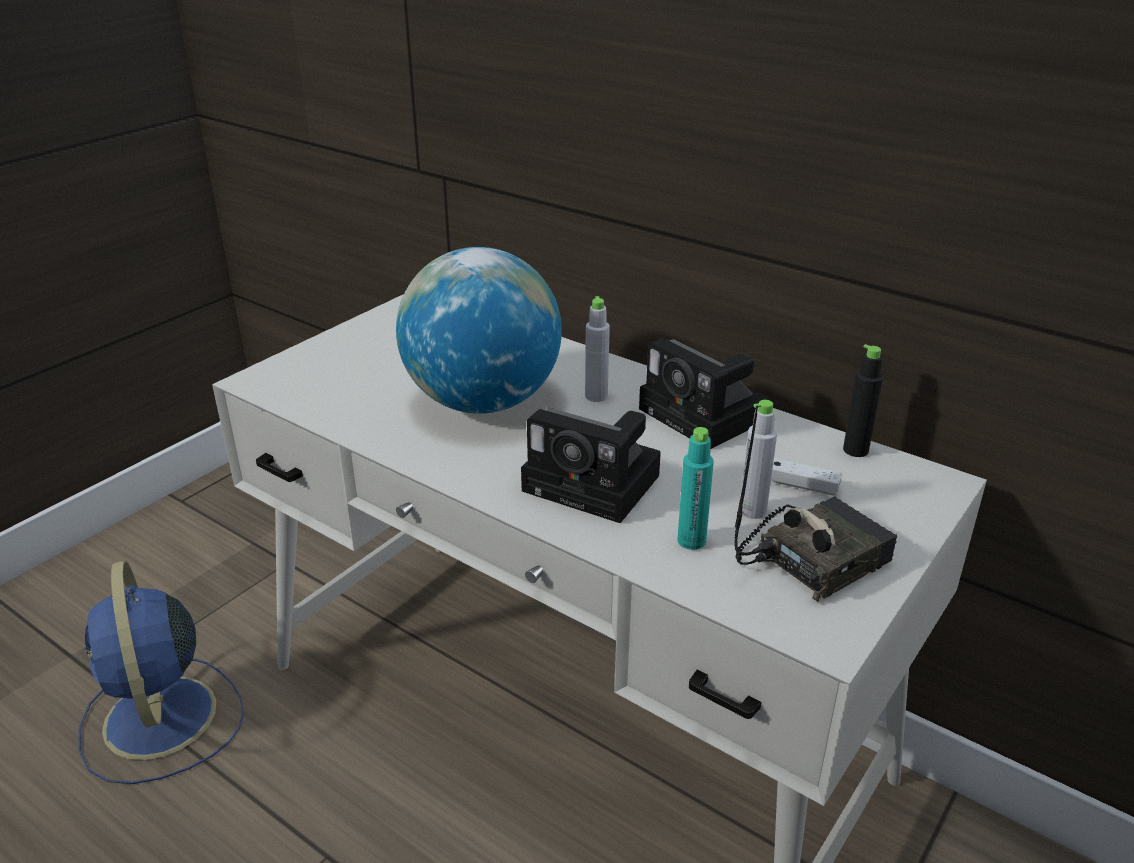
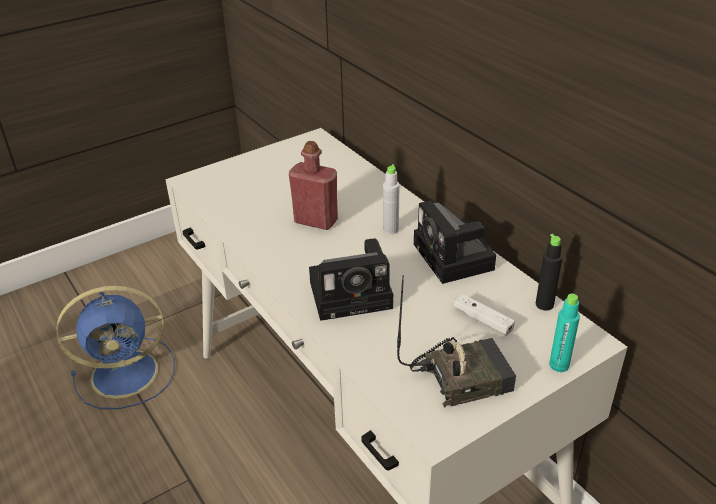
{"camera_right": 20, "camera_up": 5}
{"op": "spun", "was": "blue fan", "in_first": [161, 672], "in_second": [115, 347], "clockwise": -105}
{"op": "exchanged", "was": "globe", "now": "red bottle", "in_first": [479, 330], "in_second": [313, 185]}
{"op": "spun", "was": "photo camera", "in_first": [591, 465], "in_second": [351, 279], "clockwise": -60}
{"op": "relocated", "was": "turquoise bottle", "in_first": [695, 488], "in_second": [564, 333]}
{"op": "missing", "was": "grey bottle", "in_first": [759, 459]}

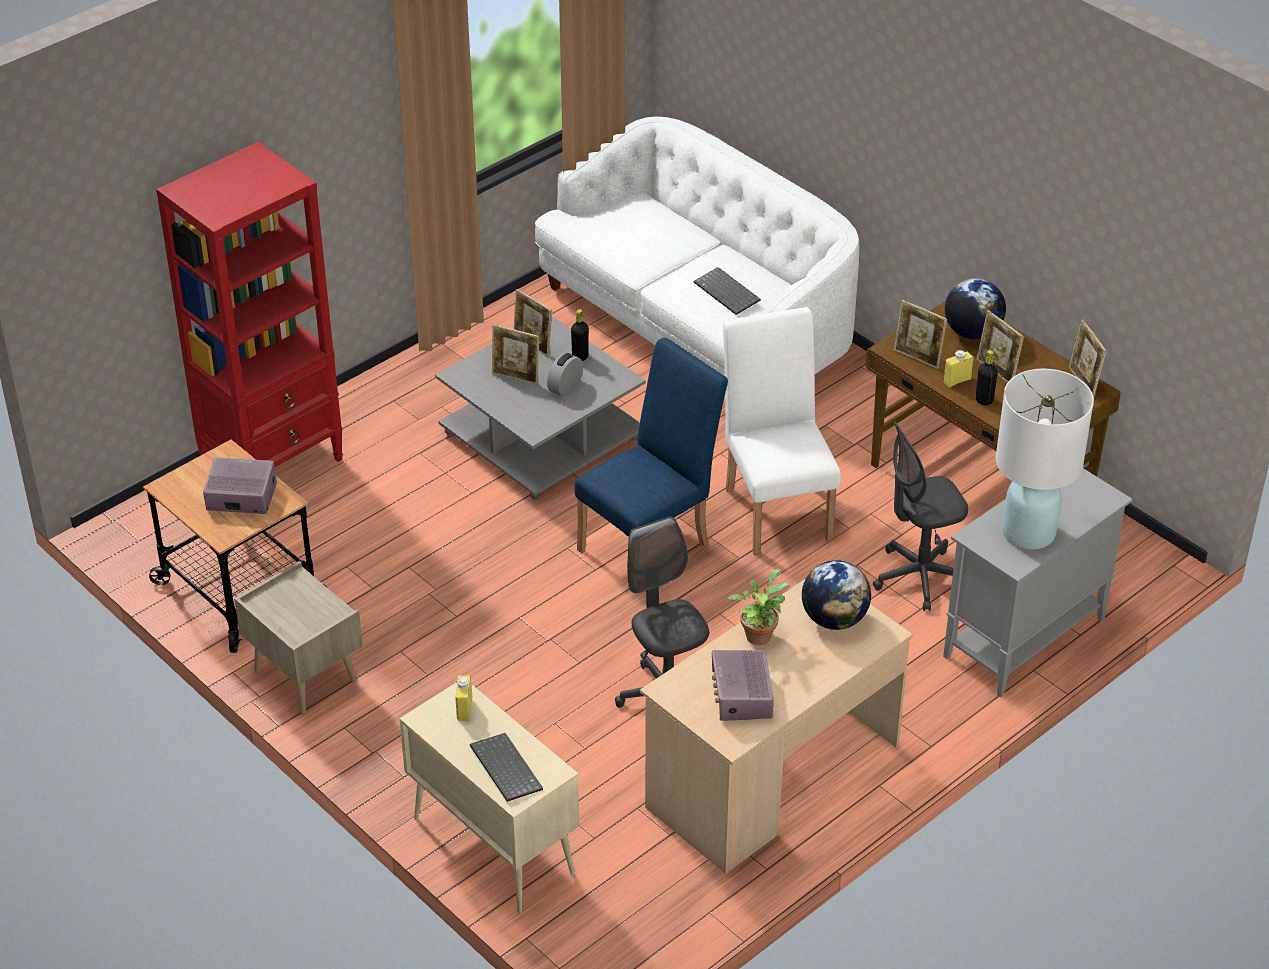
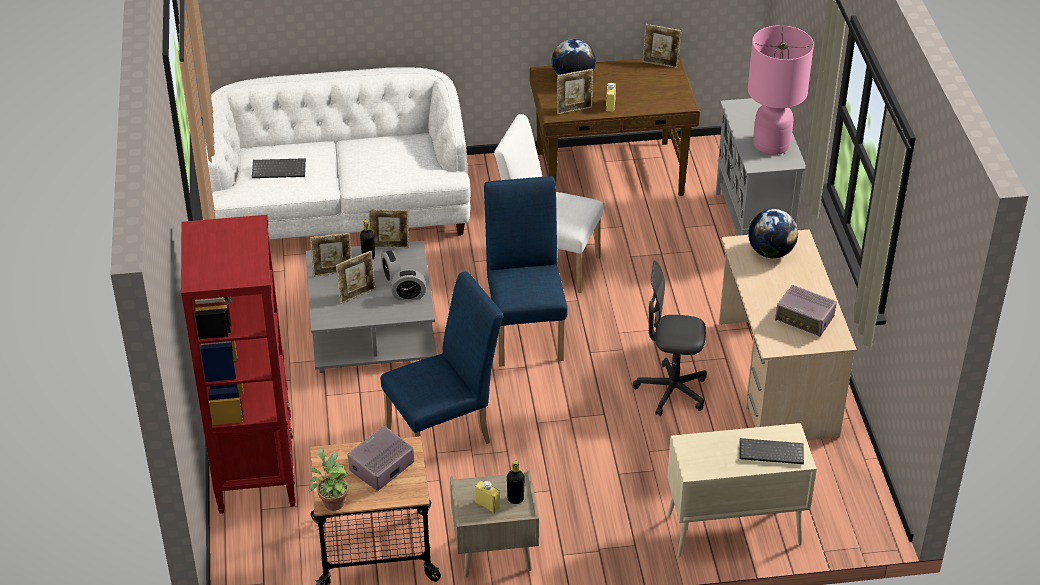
{"camera_right": -55, "camera_up": 0}
{"op": "relocated", "was": "yellow bottle", "in_first": [463, 698], "in_second": [487, 497]}
{"op": "relocated", "was": "keyboard", "in_first": [727, 291], "in_second": [279, 168]}
{"op": "relocated", "was": "potted plant", "in_first": [758, 607], "in_second": [329, 479]}
{"op": "missing", "was": "grey office chair", "in_first": [920, 516]}
{"op": "relocated", "was": "black bottle", "in_first": [987, 377], "in_second": [516, 482]}
{"op": "relocated", "was": "picture frame", "in_first": [1000, 346], "in_second": [389, 228]}
{"op": "colour", "was": "white table lamp", "now": "pink table lamp", "in_first": [1045, 459], "in_second": [780, 90]}
{"op": "appeared", "now": "blue chair", "in_second": [442, 358]}
{"op": "appeared", "now": "alarm clock", "in_second": [408, 285]}

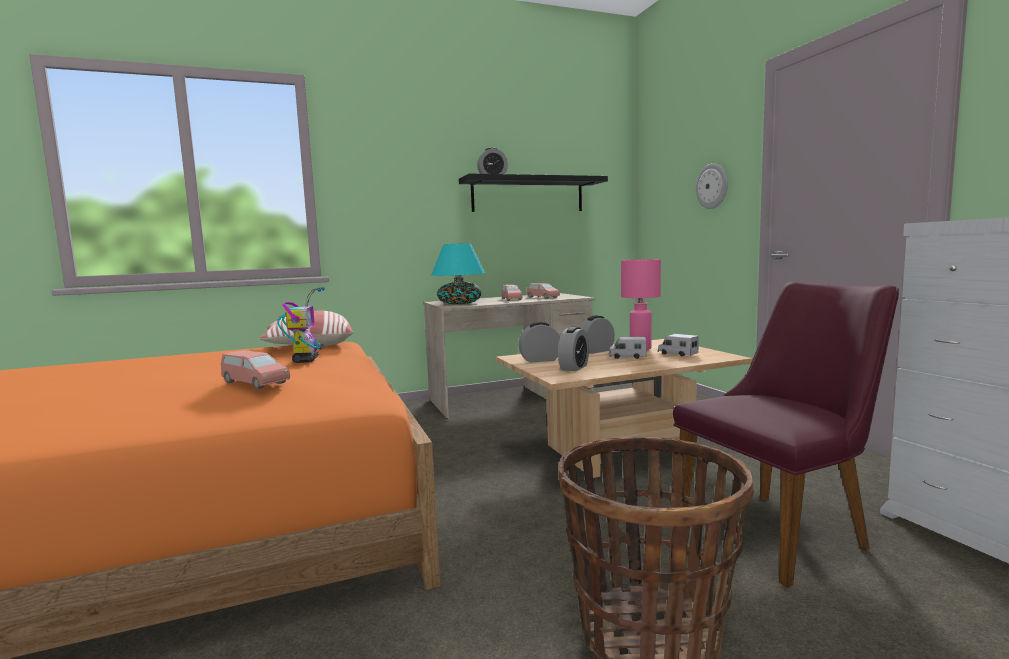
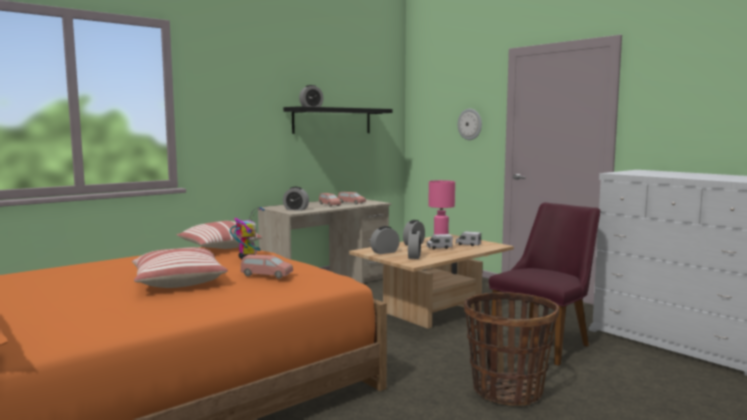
{"camera_right": -20, "camera_up": 0}
{"op": "exchanged", "was": "turquoise table lamp", "now": "alarm clock", "in_first": [458, 273], "in_second": [296, 199]}
{"op": "appeared", "now": "pillow", "in_second": [180, 267]}

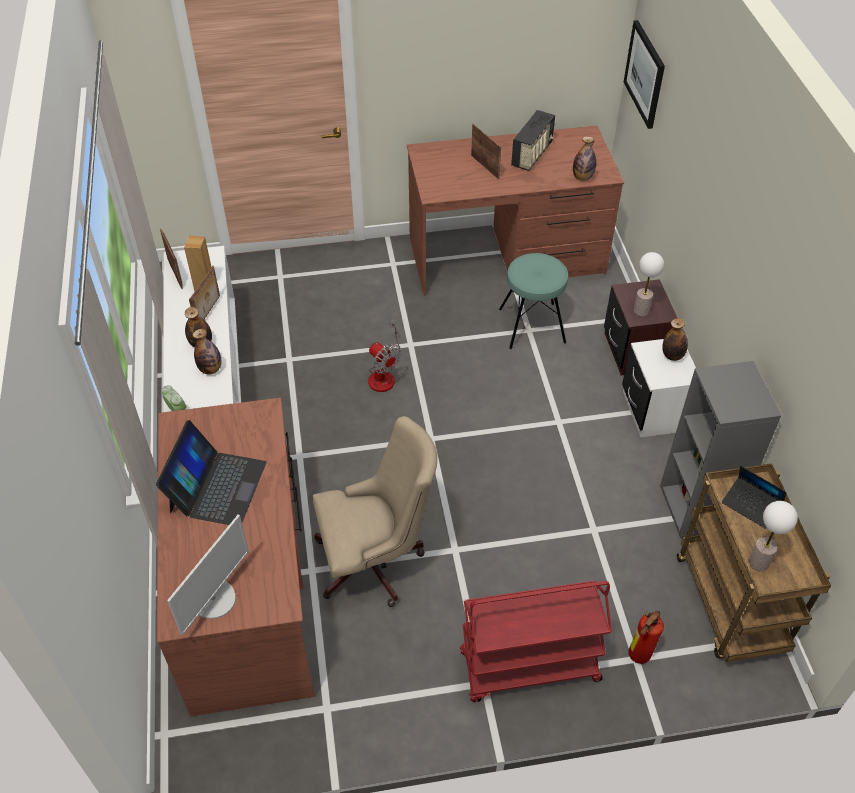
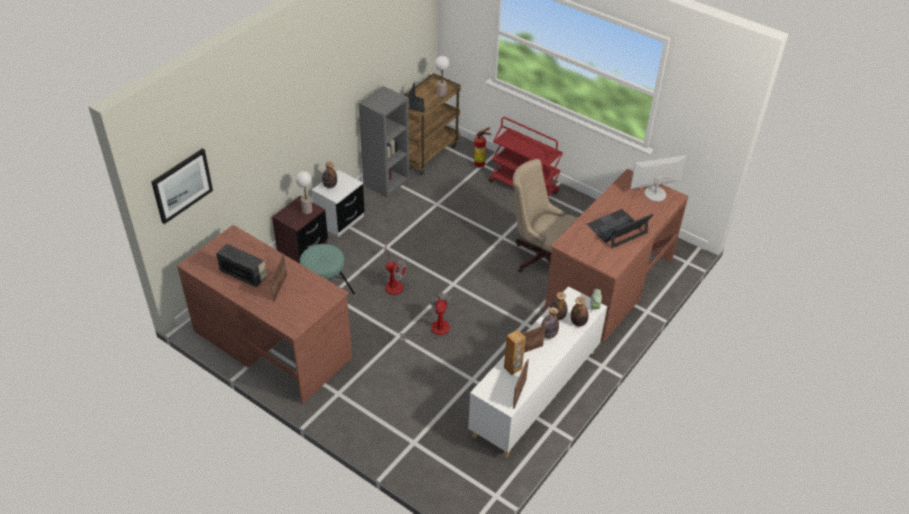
{"camera_right": -135, "camera_up": -5}
{"op": "spun", "was": "radio", "in_first": [533, 140], "in_second": [241, 266], "clockwise": 45}
{"op": "relocated", "was": "bottle", "in_first": [584, 158], "in_second": [580, 312]}
{"op": "appeared", "now": "fan", "in_second": [394, 270]}

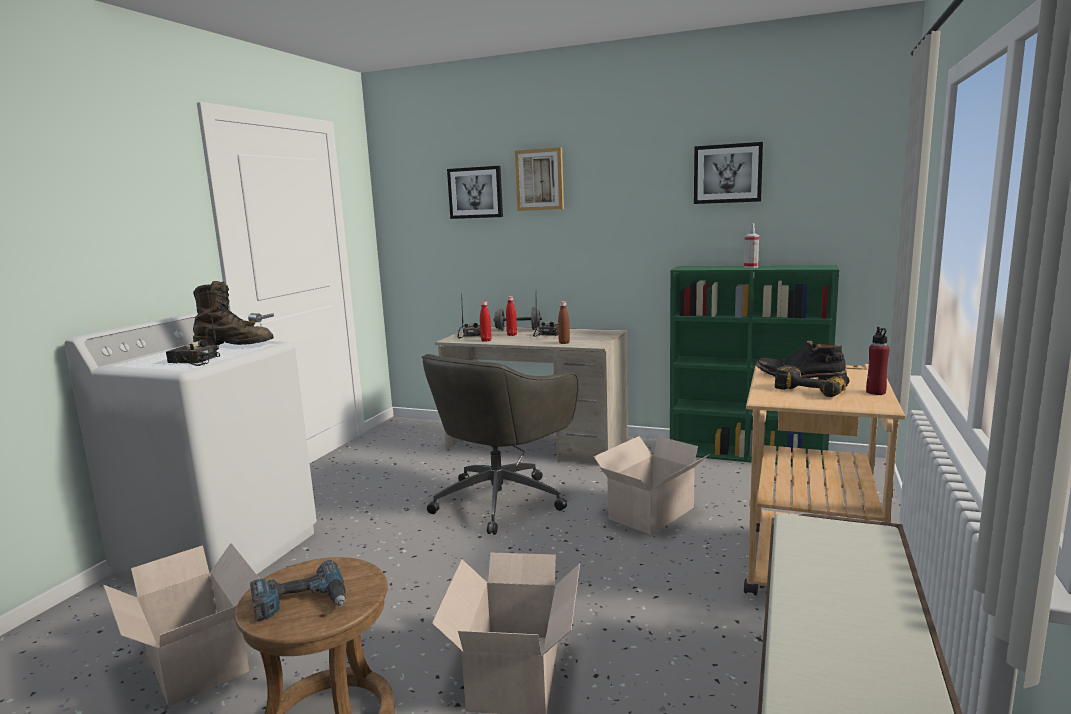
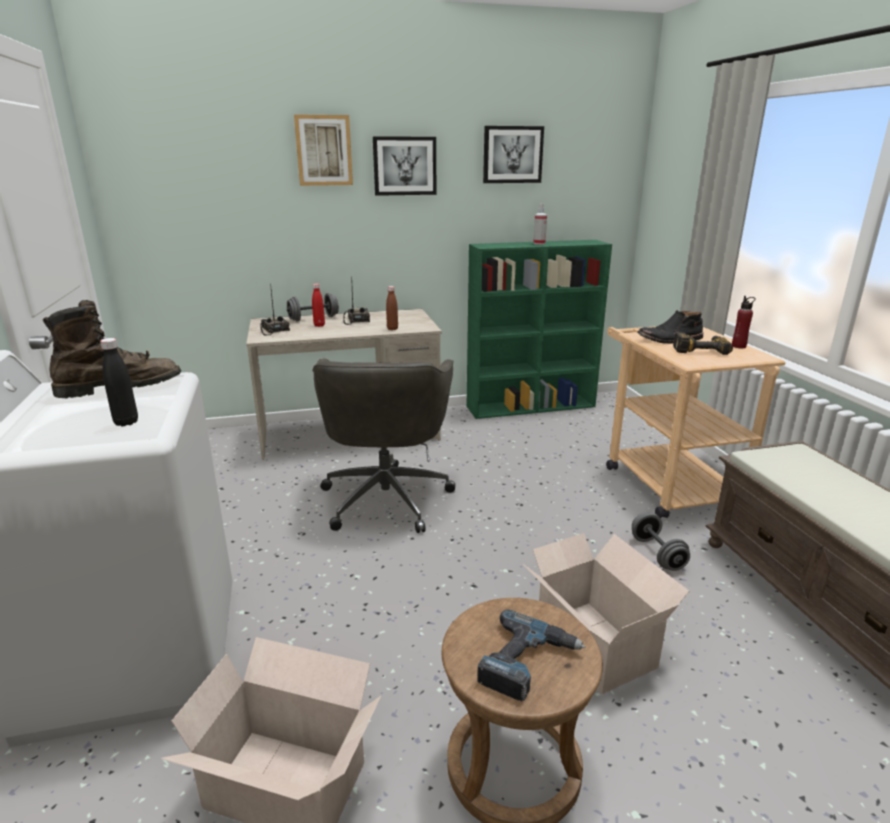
{"camera_right": -35, "camera_up": 10}
{"op": "exchanged", "was": "radio", "now": "black bottle", "in_first": [193, 328], "in_second": [119, 382]}
{"op": "relocated", "was": "picture", "in_first": [475, 192], "in_second": [404, 166]}
{"op": "missing", "was": "red bottle", "in_first": [486, 321]}
{"op": "missing", "was": "cardboard box", "in_first": [652, 485]}
{"op": "appeared", "now": "grey dumbbell", "in_second": [661, 541]}

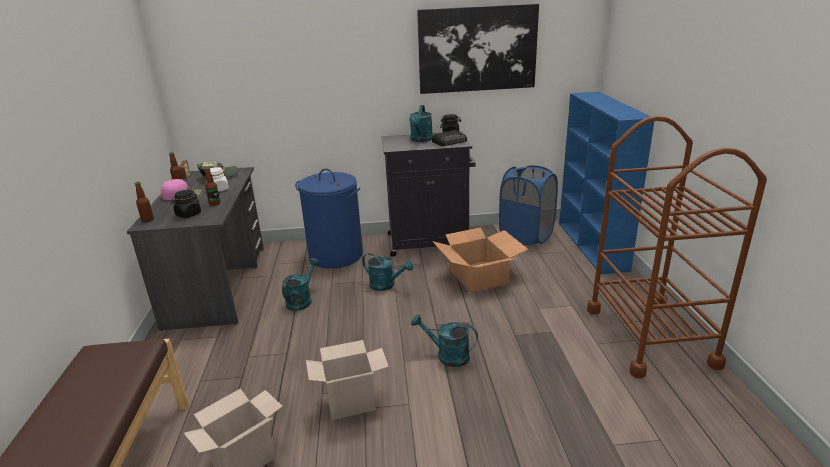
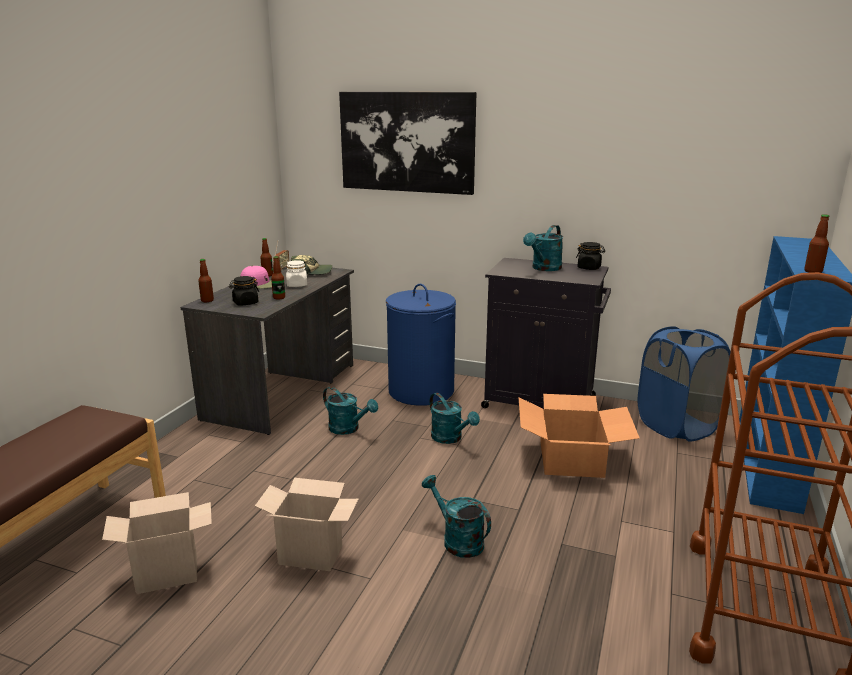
{"camera_right": 25, "camera_up": -5}
{"op": "spun", "was": "turquoise watering can", "in_first": [300, 284], "in_second": [350, 411], "clockwise": 75}
{"op": "relocated", "was": "picture", "in_first": [478, 49], "in_second": [407, 143]}
{"op": "missing", "was": "radio", "in_first": [449, 138]}
{"op": "appeared", "now": "bottle", "in_second": [817, 243]}

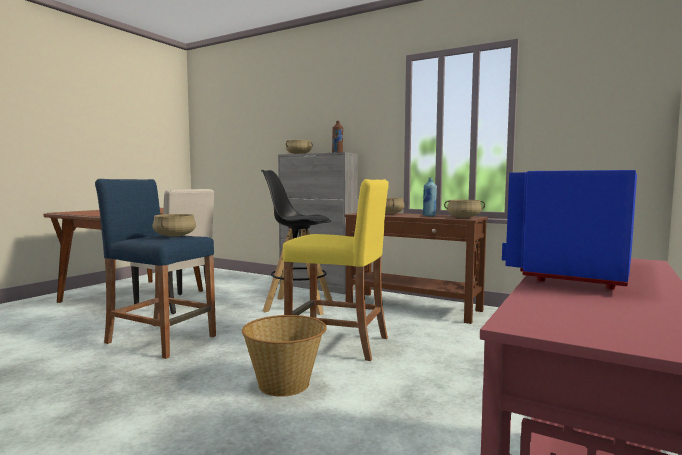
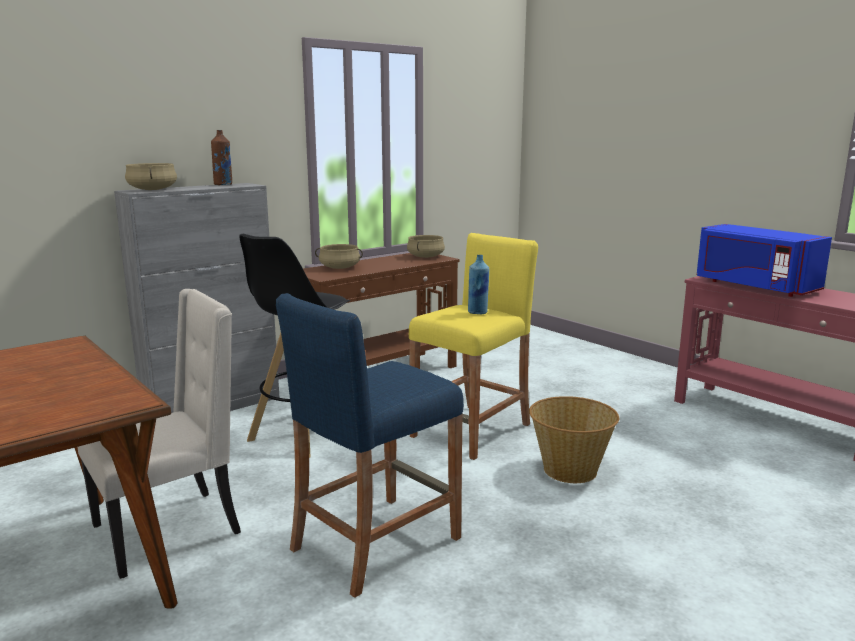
{"camera_right": -70, "camera_up": 10}
{"op": "missing", "was": "beige cooking pot", "in_first": [174, 225]}
{"op": "relocated", "was": "blue bottle", "in_first": [430, 197], "in_second": [478, 284]}

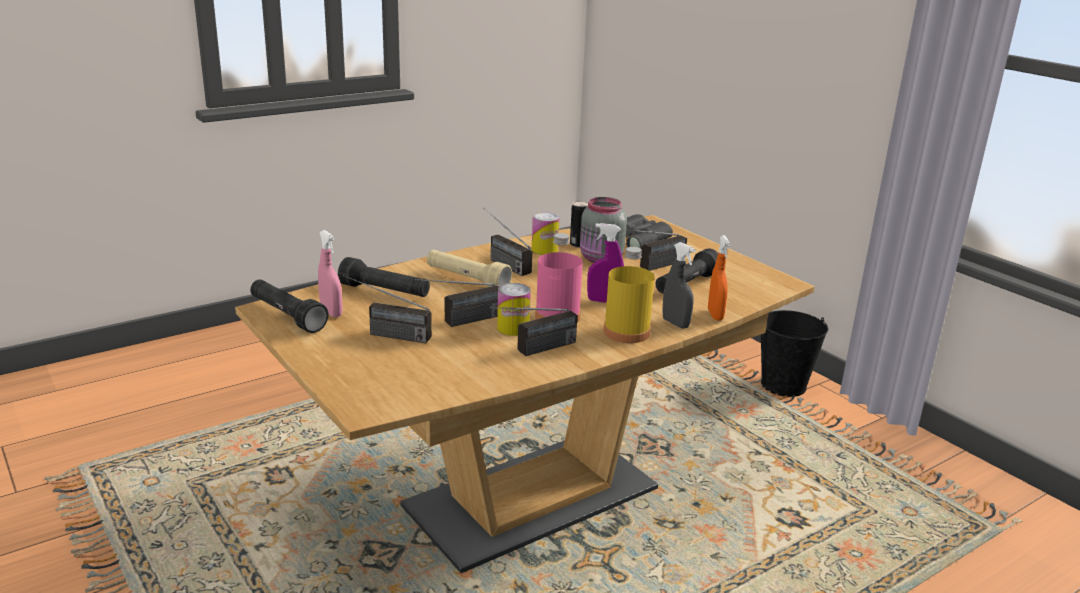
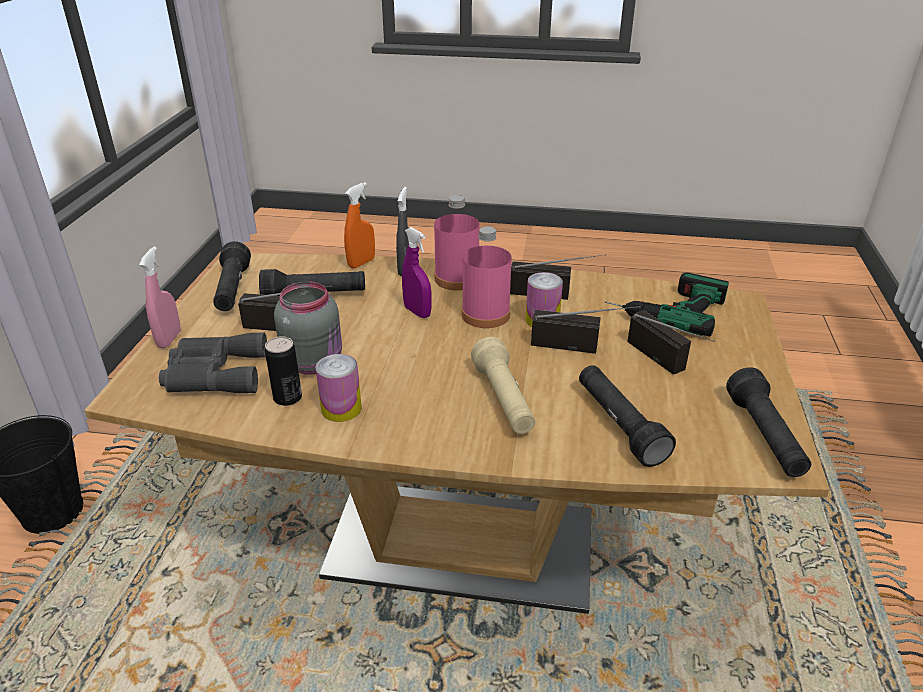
{"camera_right": -135, "camera_up": 10}
{"op": "relocated", "was": "pink spray bottle", "in_first": [330, 273], "in_second": [160, 297]}
{"op": "missing", "was": "radio", "in_first": [507, 242]}
{"op": "colour", "was": "yellow bottle", "now": "pink bottle", "in_first": [629, 295], "in_second": [457, 242]}
{"op": "appeared", "now": "black flashlight", "in_second": [232, 276]}
{"op": "appeared", "now": "power drill", "in_second": [666, 304]}

